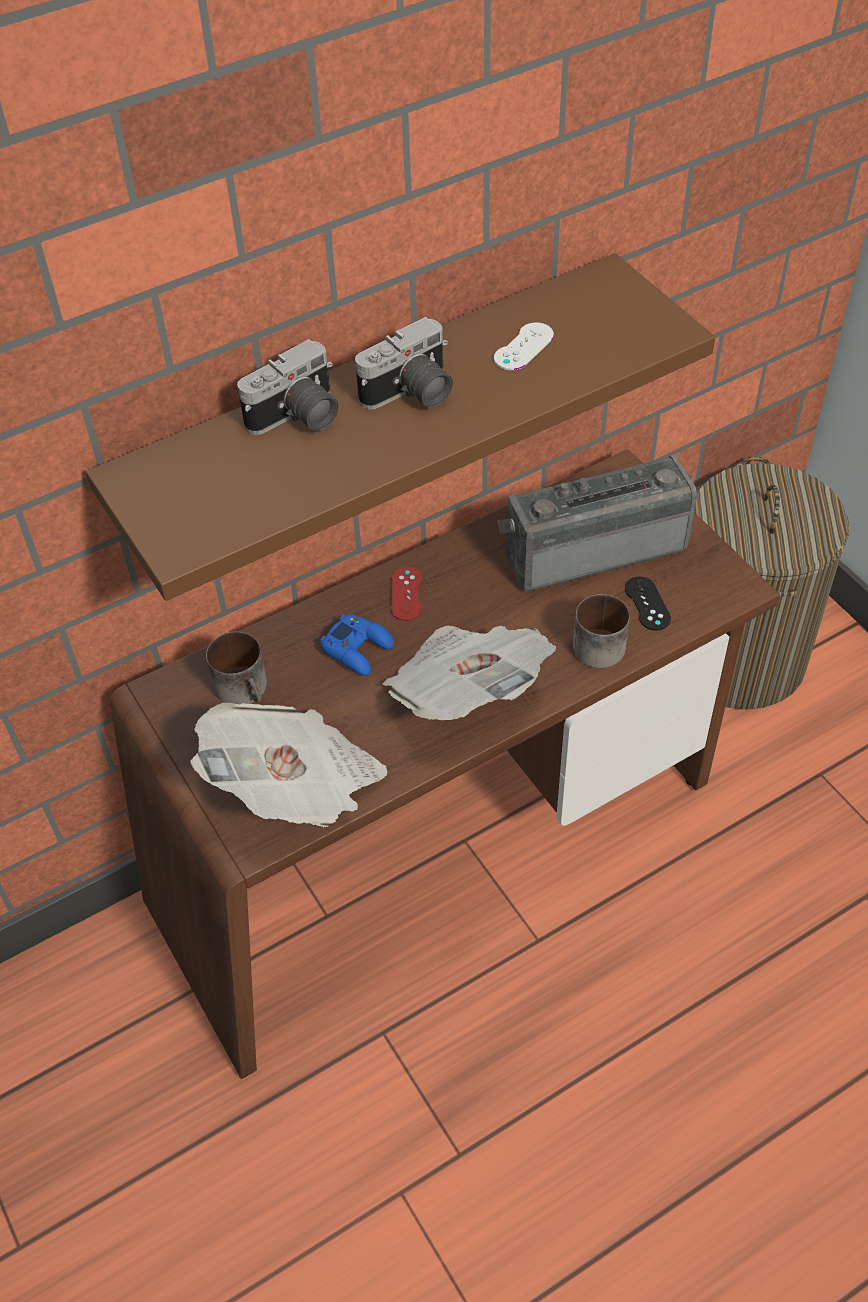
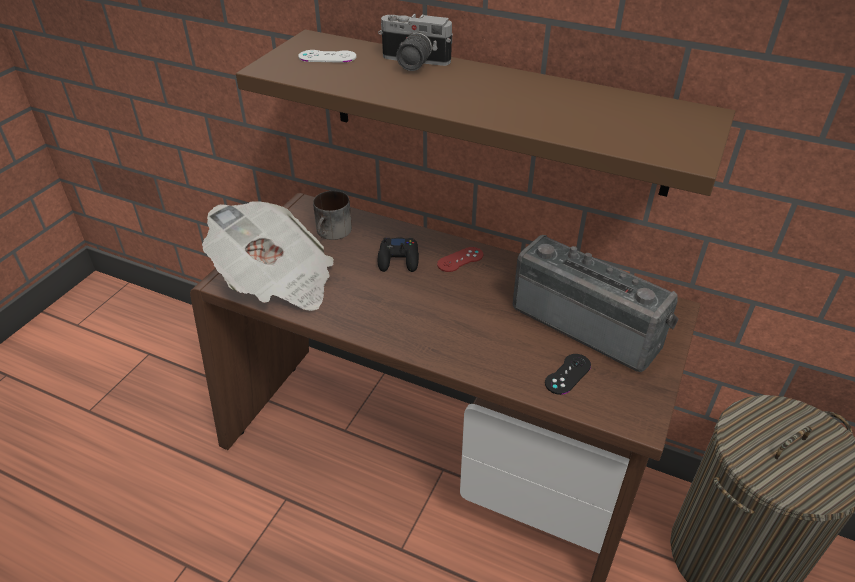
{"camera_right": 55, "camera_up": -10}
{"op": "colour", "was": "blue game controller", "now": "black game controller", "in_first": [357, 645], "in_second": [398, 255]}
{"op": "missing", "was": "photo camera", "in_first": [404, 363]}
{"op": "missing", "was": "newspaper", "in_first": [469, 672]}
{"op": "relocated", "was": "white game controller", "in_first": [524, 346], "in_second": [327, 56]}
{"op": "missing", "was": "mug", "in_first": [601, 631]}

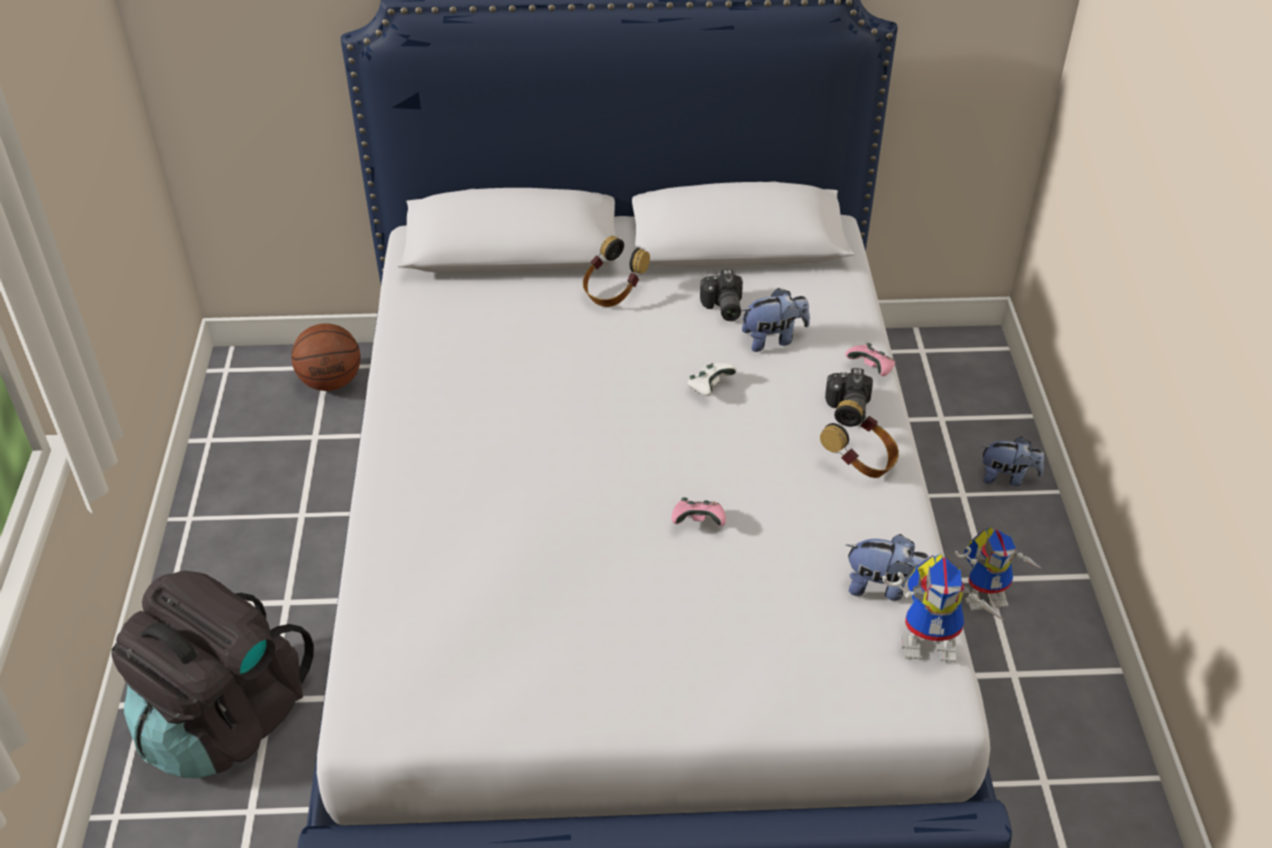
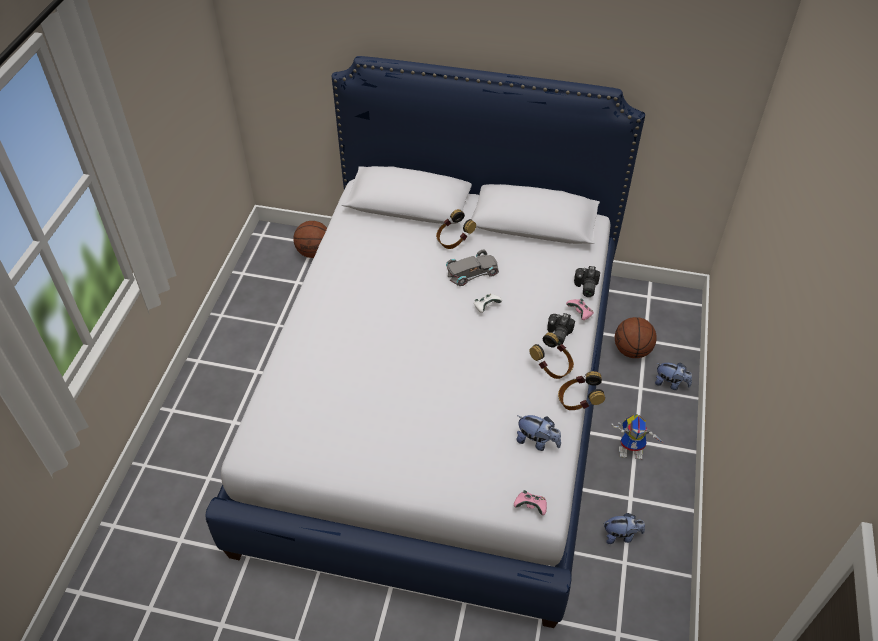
{"camera_right": 15, "camera_up": 5}
{"op": "missing", "was": "black backpack", "in_first": [212, 674]}
{"op": "relocated", "was": "pink game controller", "in_first": [698, 511], "in_second": [530, 502]}
{"op": "relocated", "was": "photo camera", "in_first": [721, 295], "in_second": [587, 281]}
{"op": "relocated", "was": "plush toy", "in_first": [775, 320], "in_second": [624, 528]}
{"op": "missing", "was": "toy robot", "in_first": [944, 608]}
{"op": "appeared", "now": "grey toy car", "in_second": [472, 268]}
{"op": "appeared", "now": "headphones", "in_second": [581, 390]}
{"op": "appeared", "now": "basketball", "in_second": [636, 337]}

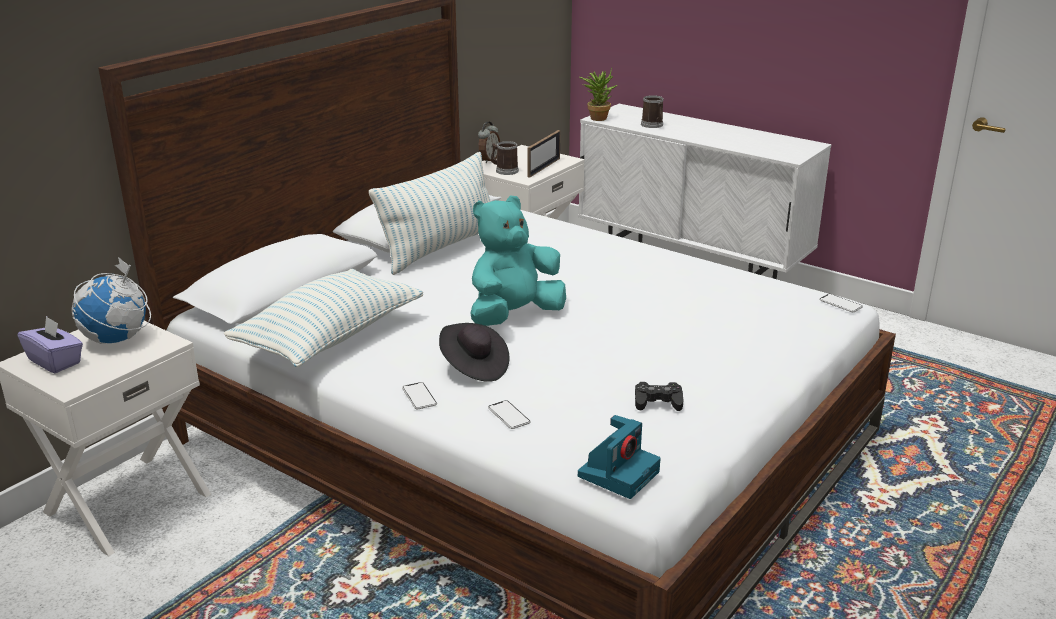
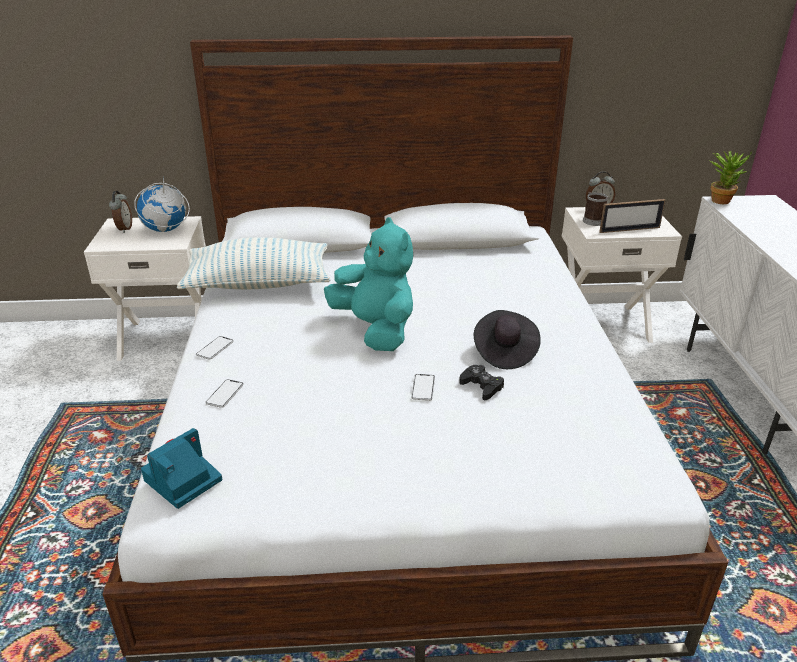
{"camera_right": 50, "camera_up": 5}
{"op": "exchanged", "was": "purple tissue box", "now": "alarm clock", "in_first": [50, 344], "in_second": [120, 212]}
{"op": "missing", "was": "pillow", "in_first": [430, 213]}
{"op": "relocated", "was": "black hat", "in_first": [474, 352], "in_second": [507, 339]}
{"op": "spun", "was": "turquoise plush toy", "in_first": [518, 260], "in_second": [368, 284], "clockwise": 45}
{"op": "spun", "was": "photo camera", "in_first": [619, 457], "in_second": [181, 468], "clockwise": 135}
{"op": "relocated", "was": "black game controller", "in_first": [659, 396], "in_second": [481, 382]}
{"op": "missing", "was": "mug", "in_first": [652, 111]}
{"op": "relocated", "was": "phone", "in_first": [841, 303], "in_second": [423, 387]}

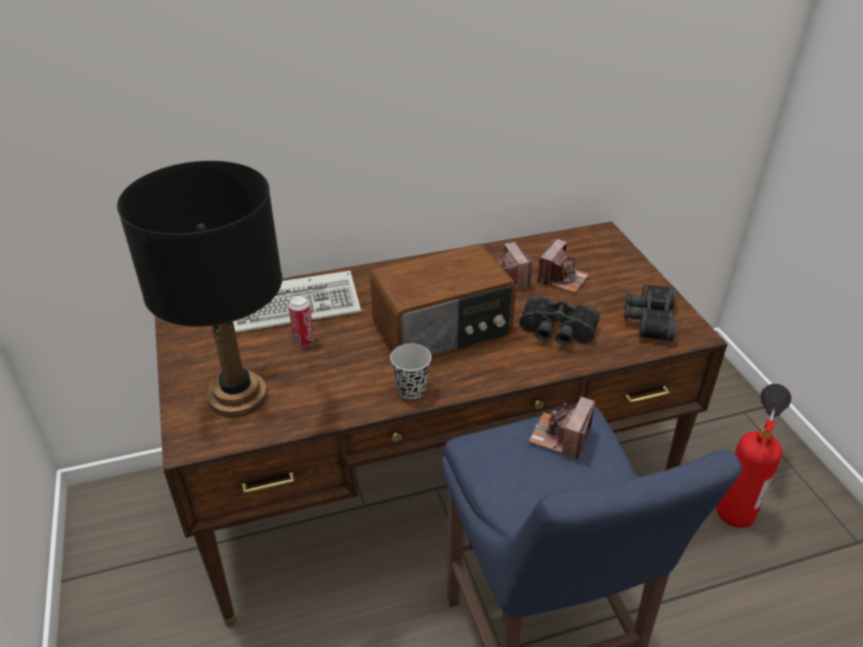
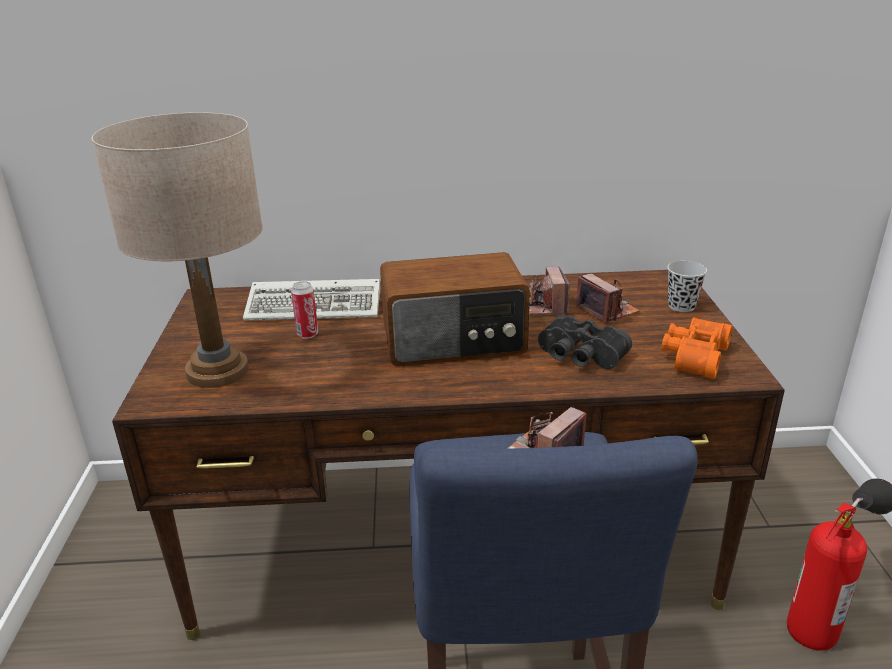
{"camera_right": 15, "camera_up": -10}
{"op": "colour", "was": "black table lamp", "now": "beige table lamp", "in_first": [199, 289], "in_second": [177, 250]}
{"op": "relocated", "was": "black cup", "in_first": [410, 372], "in_second": [687, 286]}
{"op": "spun", "was": "photo camera", "in_first": [563, 265], "in_second": [608, 299], "clockwise": -75}
{"op": "colour", "was": "black binoculars", "now": "orange binoculars", "in_first": [650, 313], "in_second": [696, 348]}

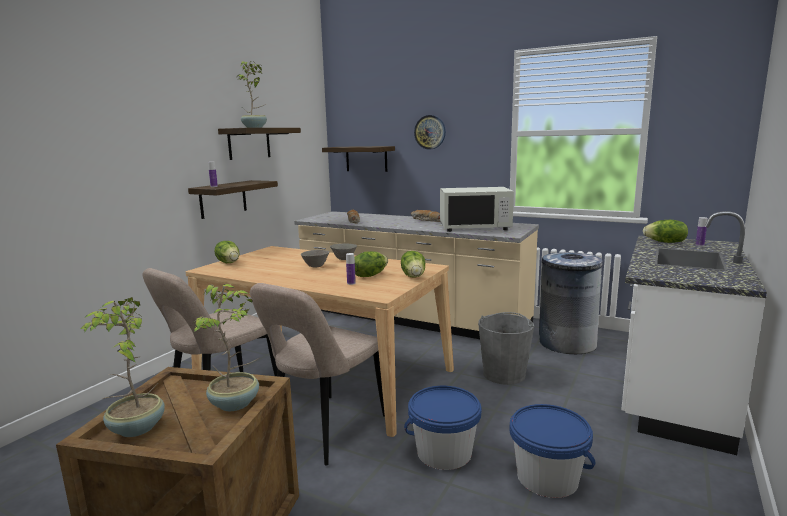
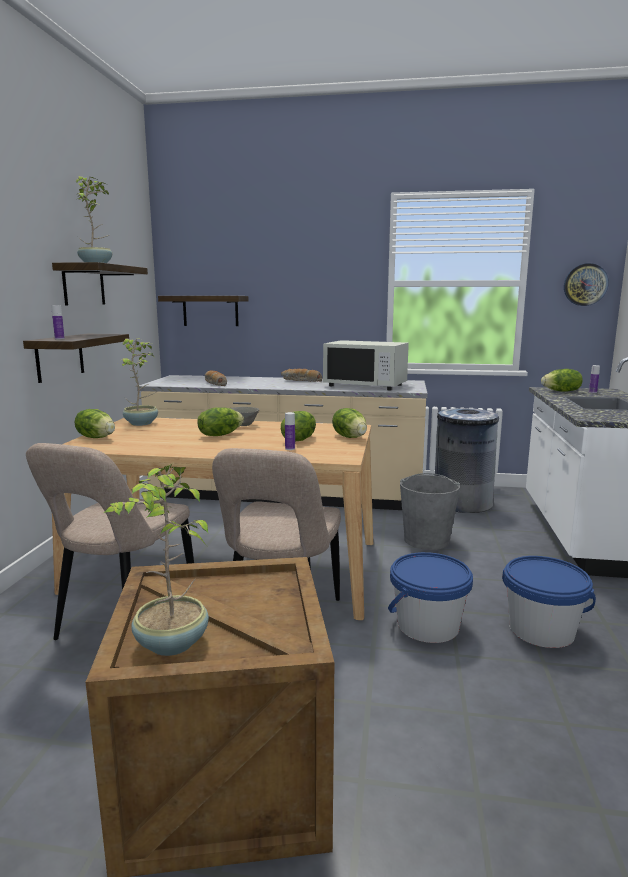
{"camera_right": -20, "camera_up": 0}
{"op": "relocated", "was": "potted plant", "in_first": [224, 347], "in_second": [138, 382]}
{"op": "exchanged", "was": "grey bowl", "now": "lettuce", "in_first": [315, 259], "in_second": [220, 421]}
{"op": "relocated", "was": "wall clock", "in_first": [430, 132], "in_second": [586, 284]}
{"op": "spun", "was": "white microwave", "in_first": [477, 209], "in_second": [366, 365], "clockwise": 45}

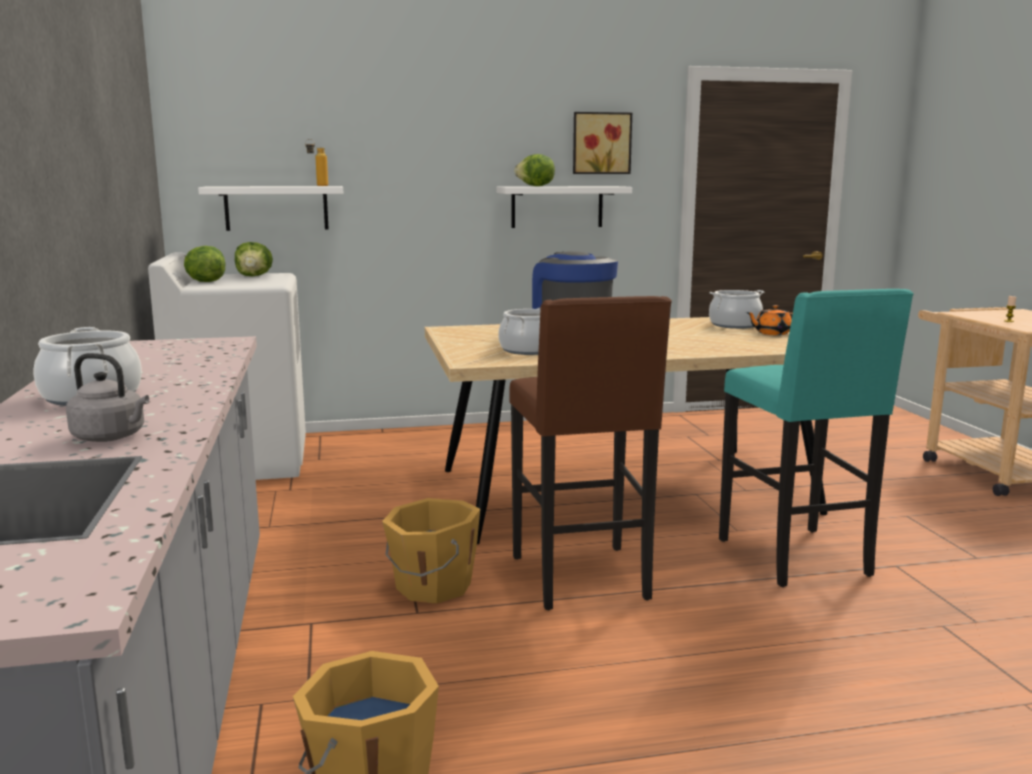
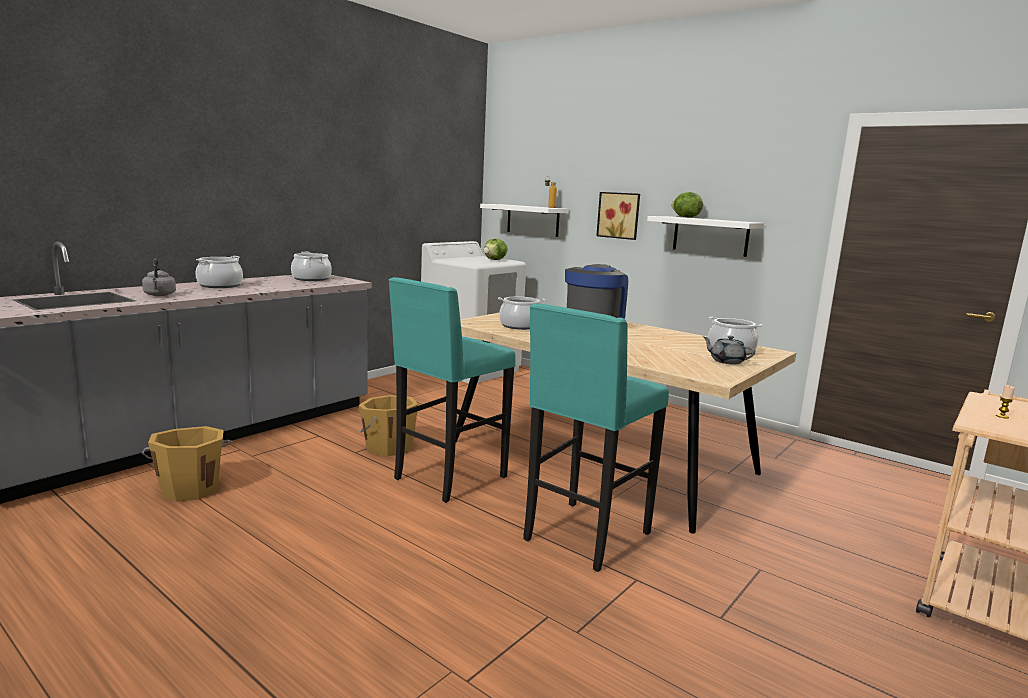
{"camera_right": 50, "camera_up": 0}
{"op": "missing", "was": "lettuce", "in_first": [204, 264]}
{"op": "colour", "was": "brown stool", "now": "turquoise stool", "in_first": [591, 453], "in_second": [452, 390]}
{"op": "relocated", "was": "picture", "in_first": [602, 143], "in_second": [618, 216]}
{"op": "colour", "was": "orange teapot", "now": "grey teapot", "in_first": [769, 320], "in_second": [728, 350]}
{"op": "appeared", "now": "cooking pot", "in_second": [311, 266]}

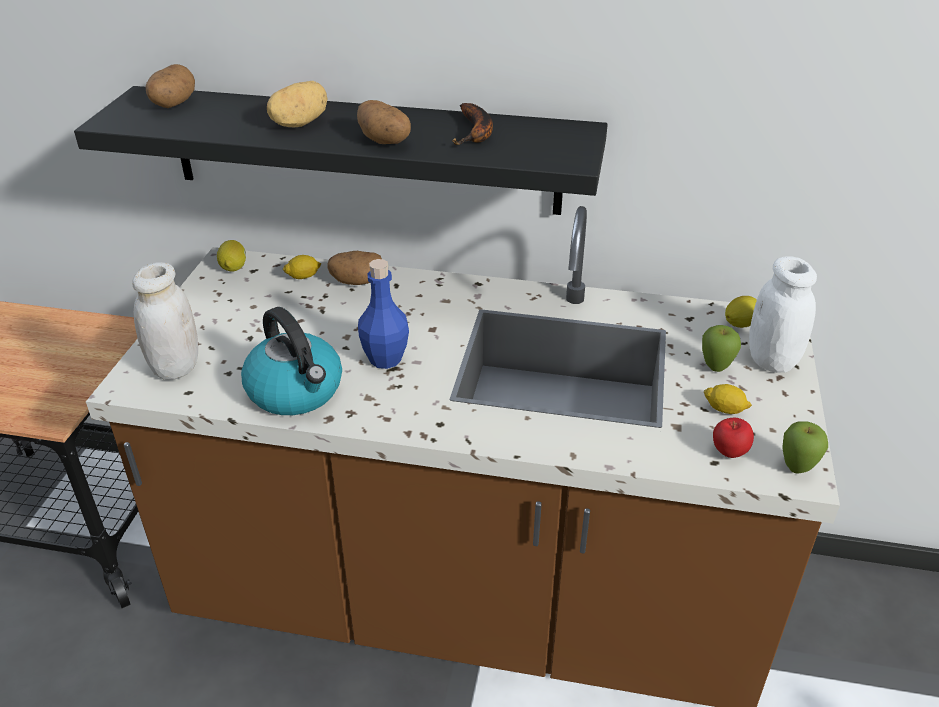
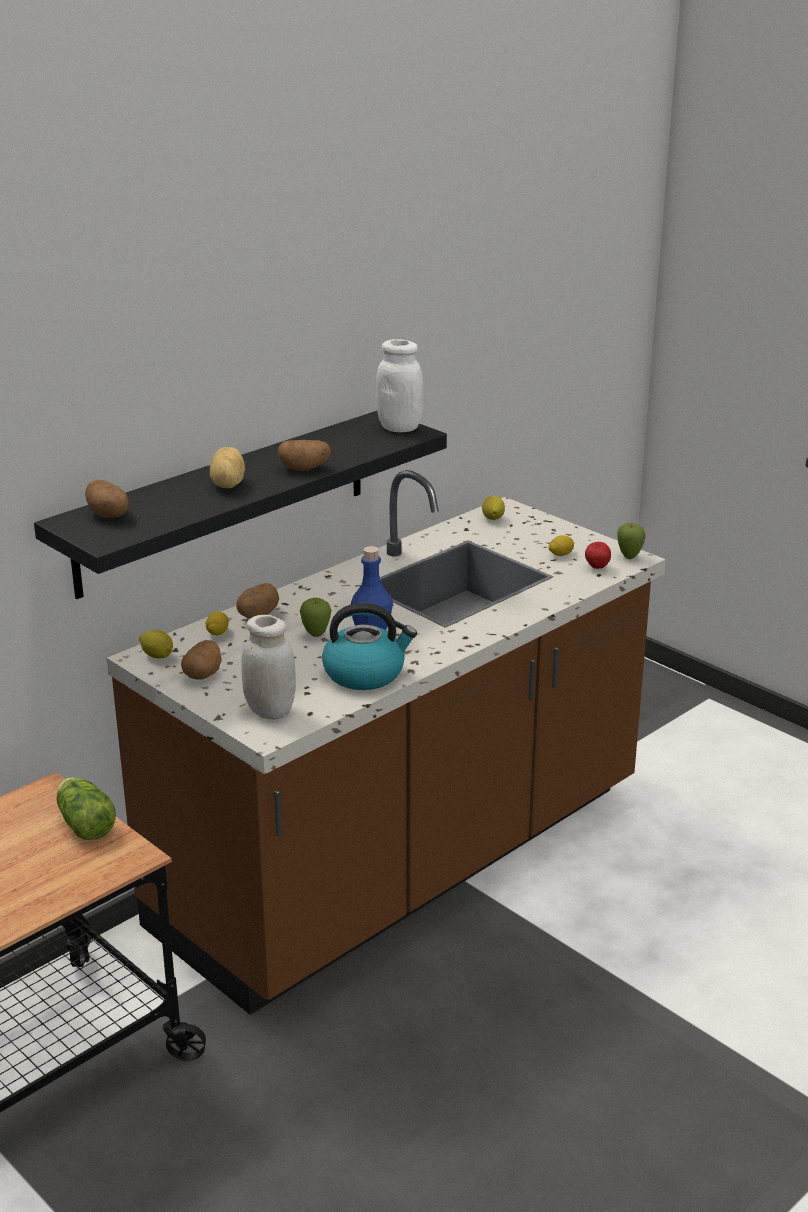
{"camera_right": -55, "camera_up": -10}
{"op": "missing", "was": "banana", "in_first": [472, 124]}
{"op": "relocated", "was": "apple", "in_first": [721, 348], "in_second": [315, 617]}
{"op": "relocated", "was": "white jar", "in_first": [783, 314], "in_second": [400, 385]}
{"op": "appeared", "now": "lettuce", "in_second": [86, 809]}
{"op": "appeared", "now": "potato", "in_second": [201, 660]}

